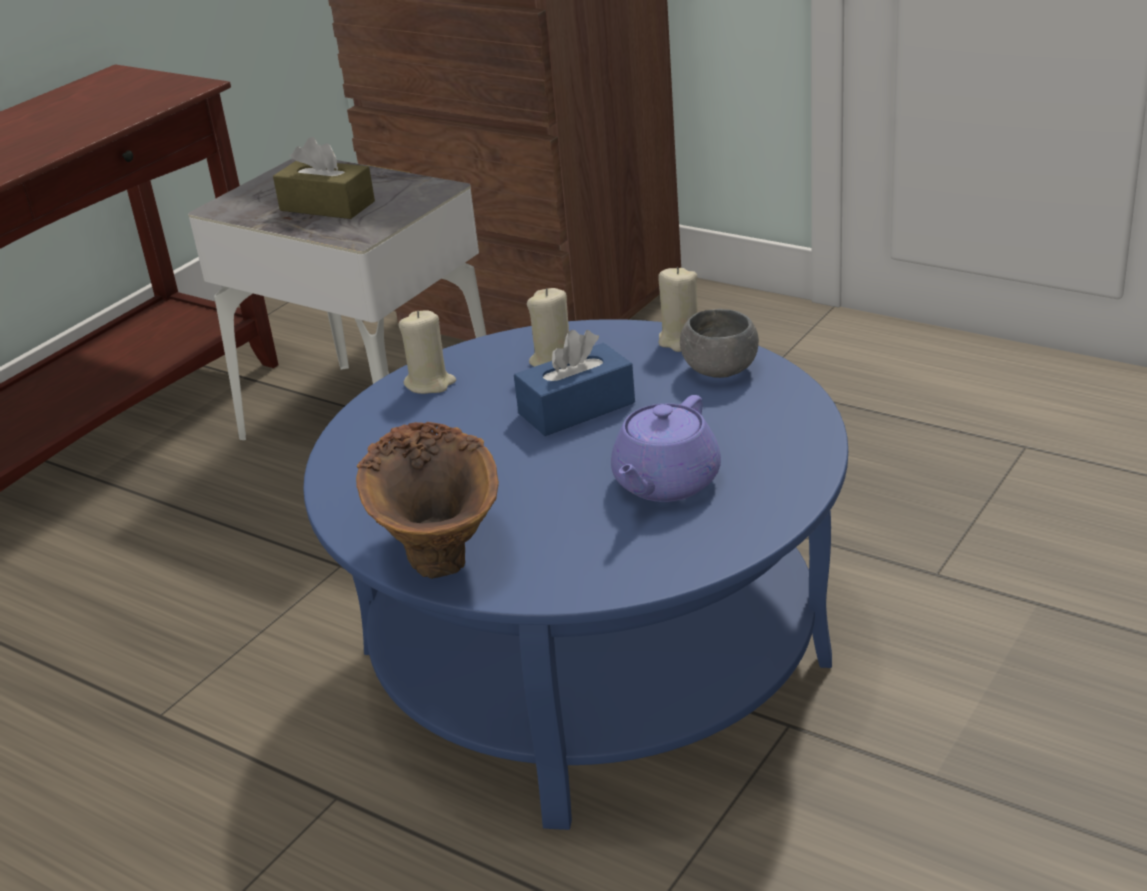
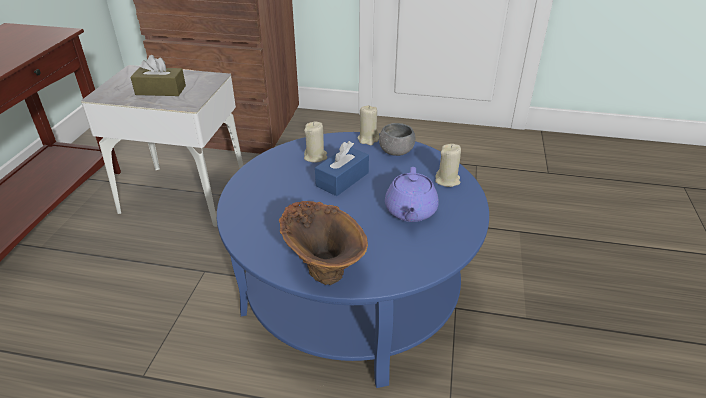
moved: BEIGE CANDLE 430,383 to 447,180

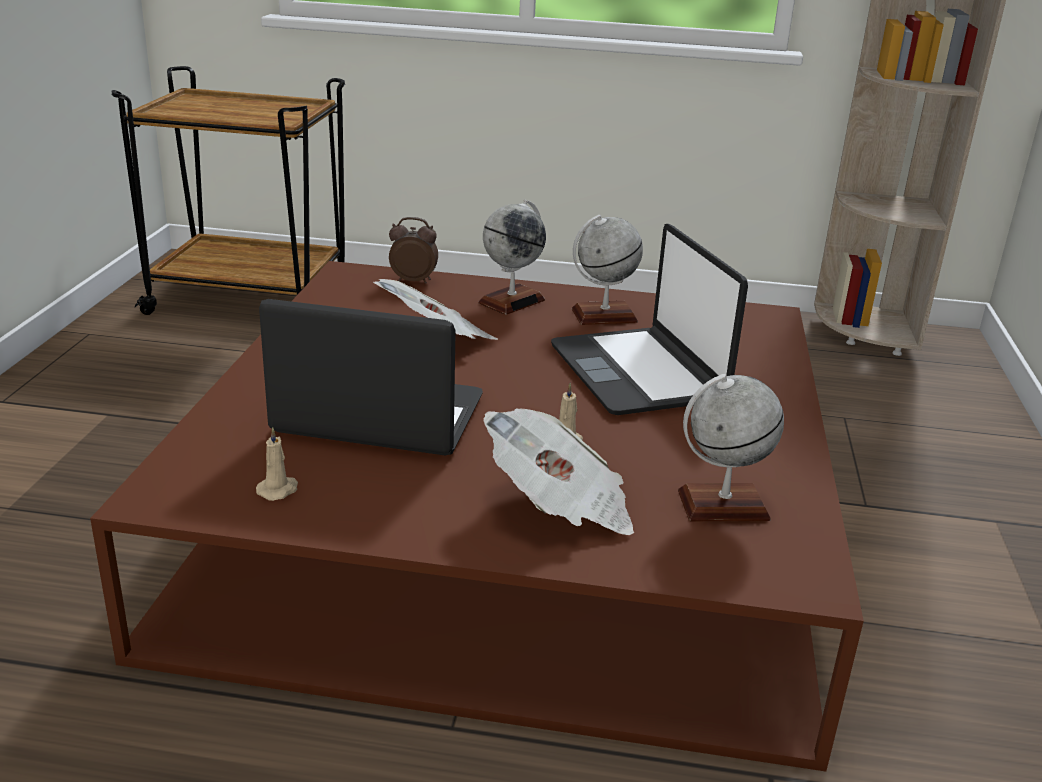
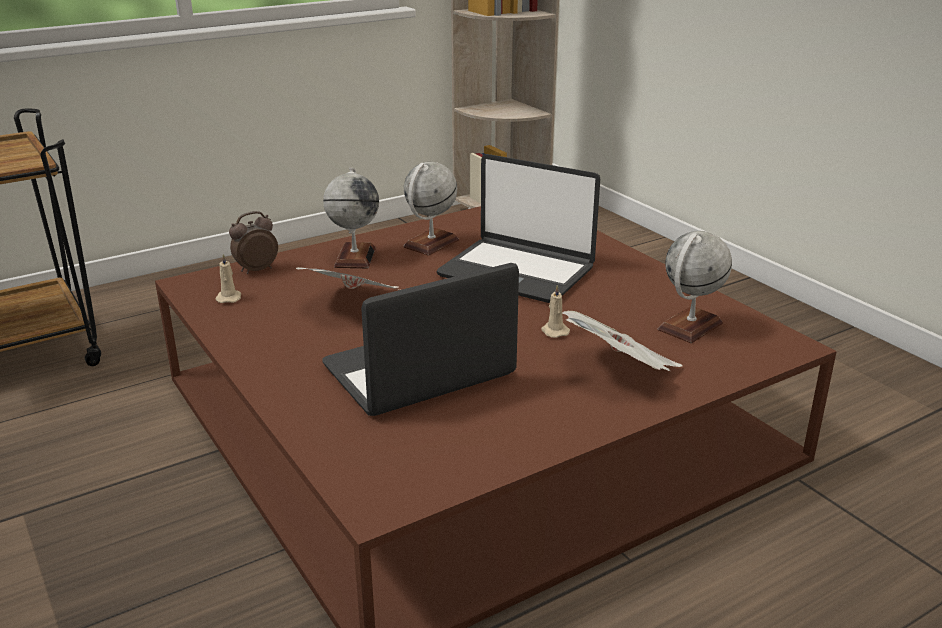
moved: BEIGE CANDLE 279,490 to 229,298

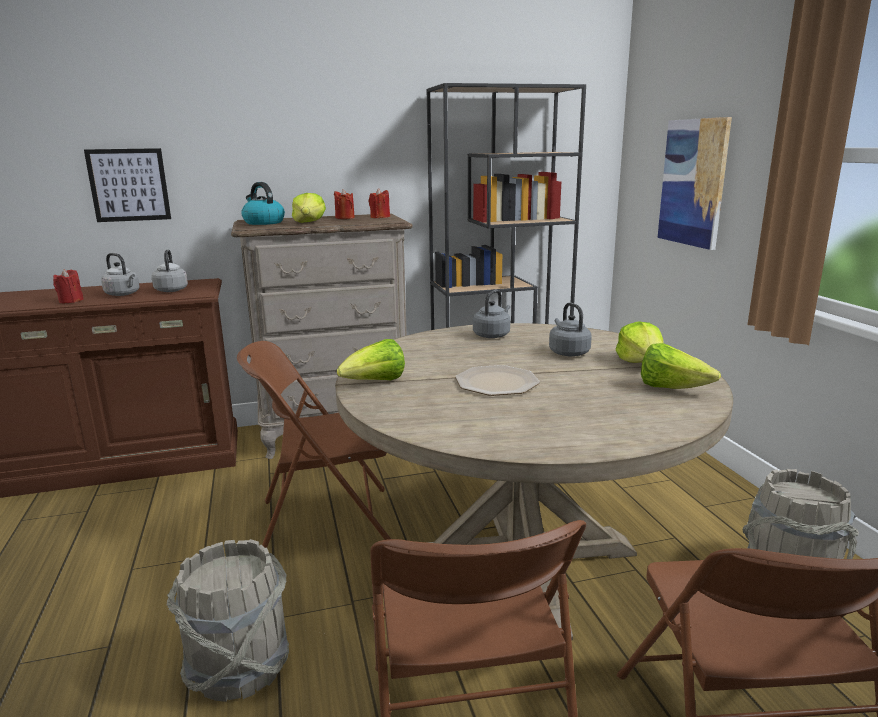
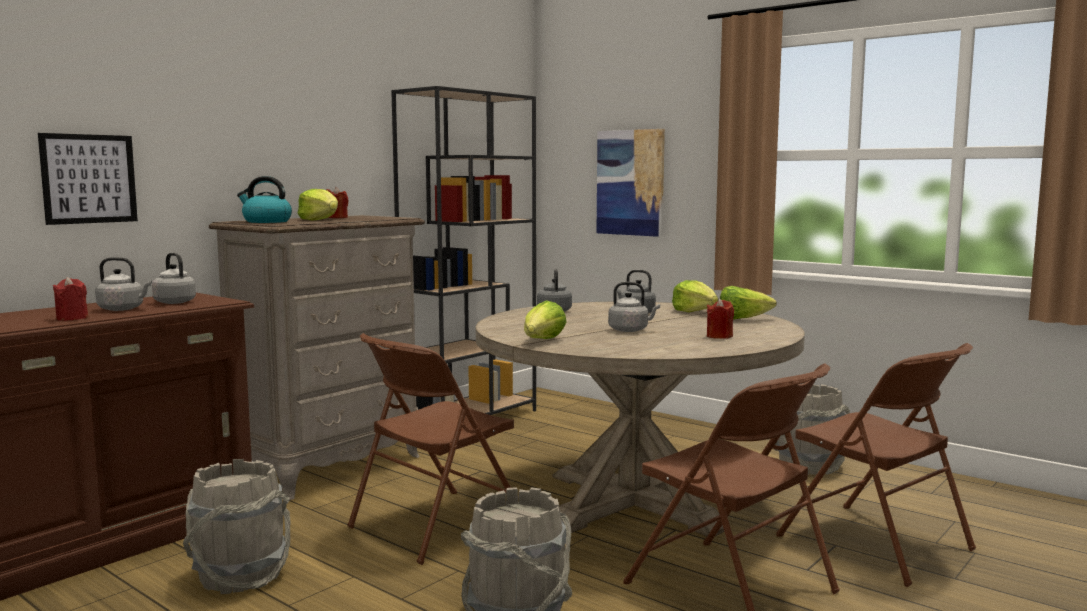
added: GREY BUCKET 241,576
moved: RED CANDLE 380,217 to 719,336
replaced: PLATE 497,382 to GREY KETTLE 630,330

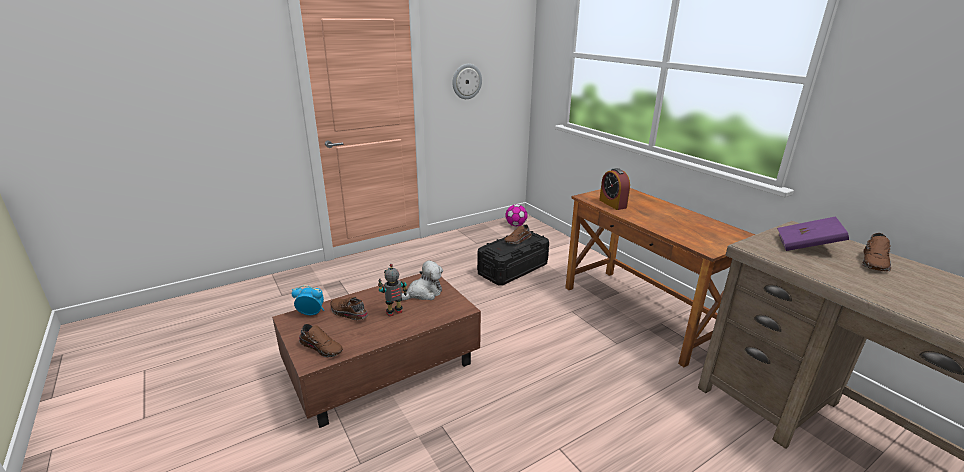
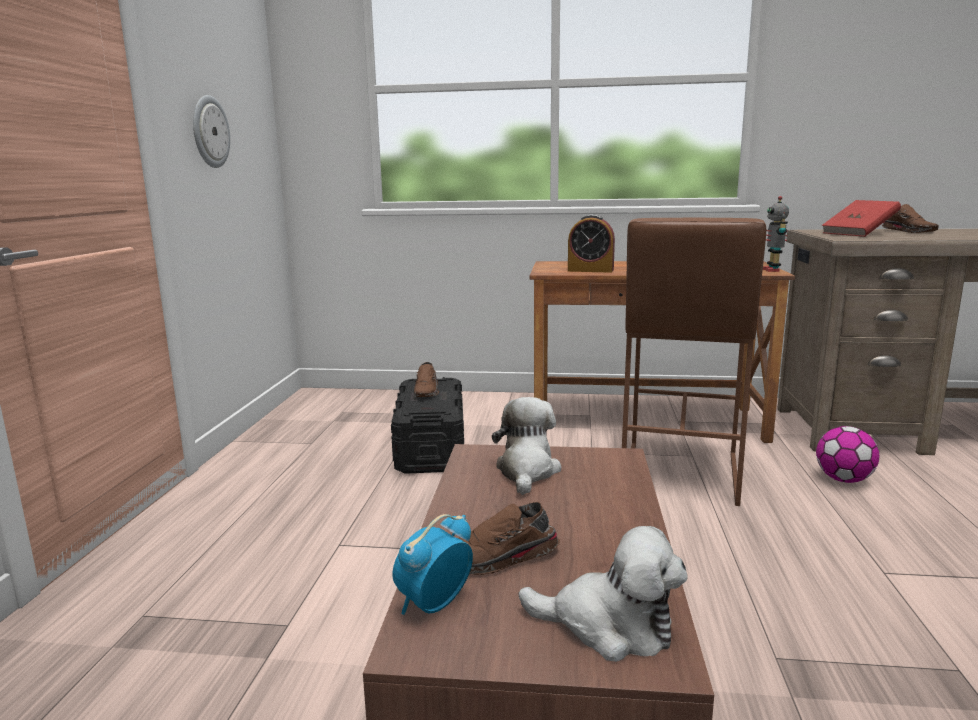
added: BROWN STOOL 680,474
moved: TOY ROBOT 394,313 to 772,270; FOOTBALL 515,225 to 843,480
replaced: BROWN SHOE 322,347 to PLUSH TOY 609,626
recoloured: PURPLE BOOK 806,246 to RED BOOK 859,233

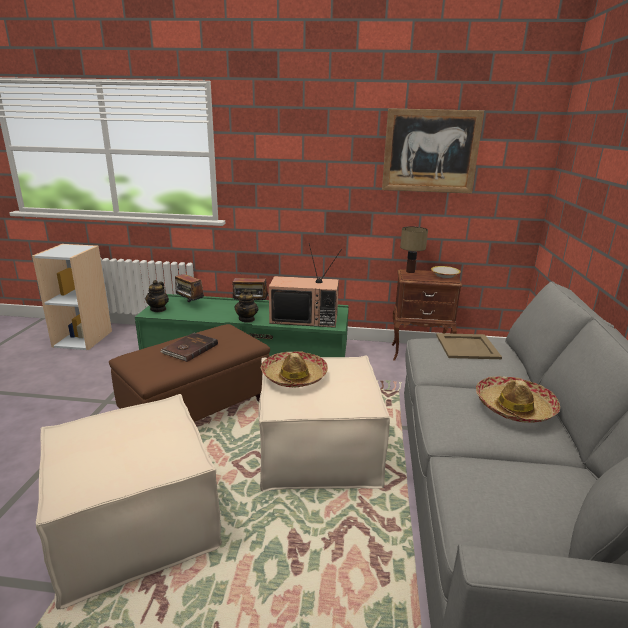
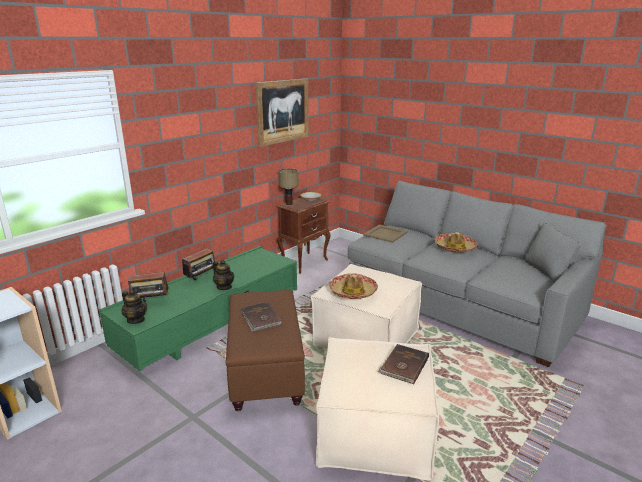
removed: TELEVISION 305,318
added: BROWN BOOK 403,365

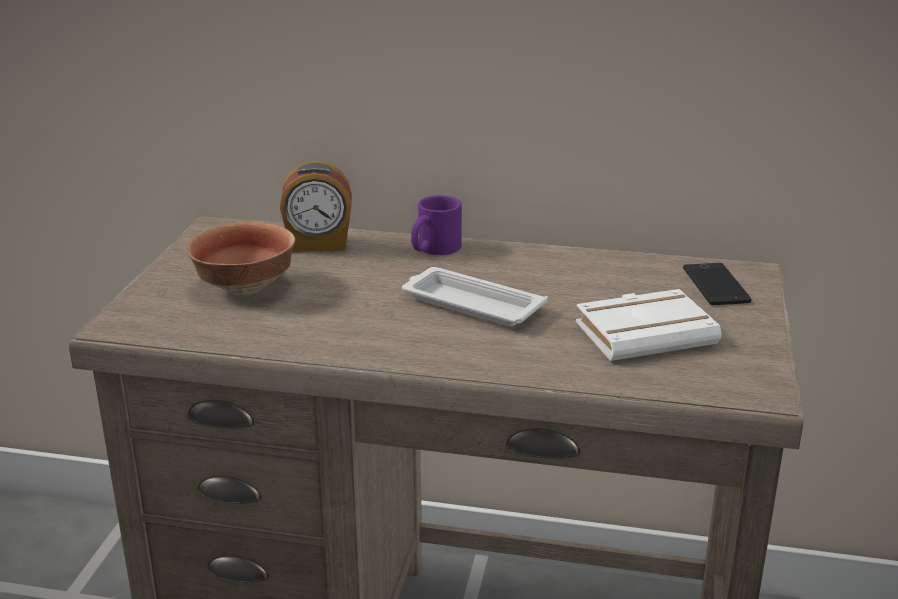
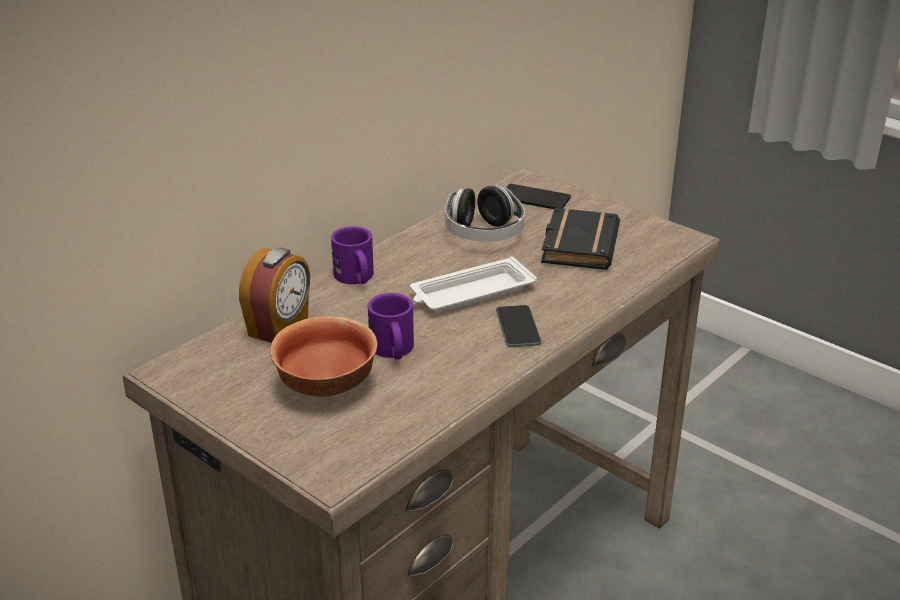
added: PURPLE MUG 393,351; HEADPHONES 484,234; PHONE 518,327
recoloured: WHITE BOOK 646,332 to BLACK BOOK 577,245

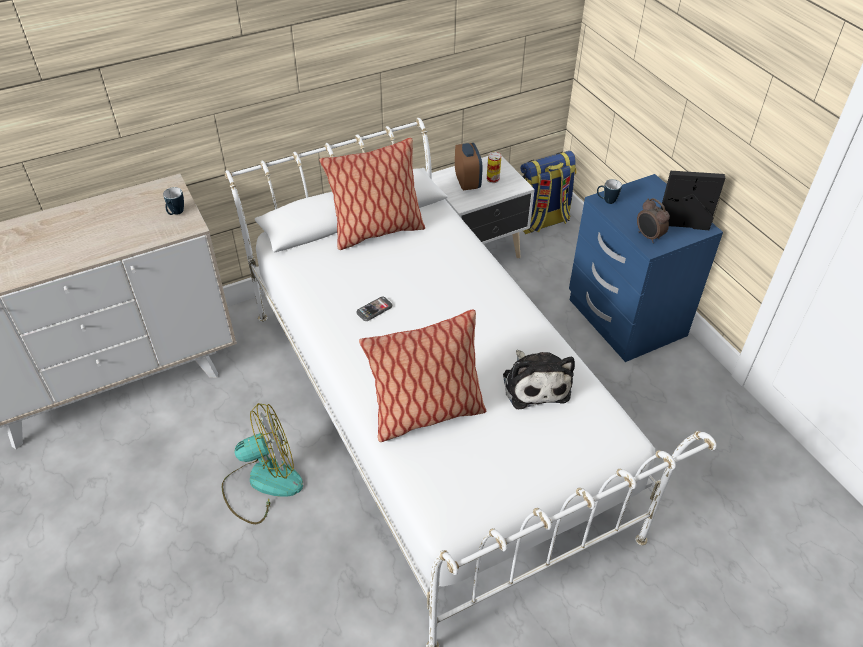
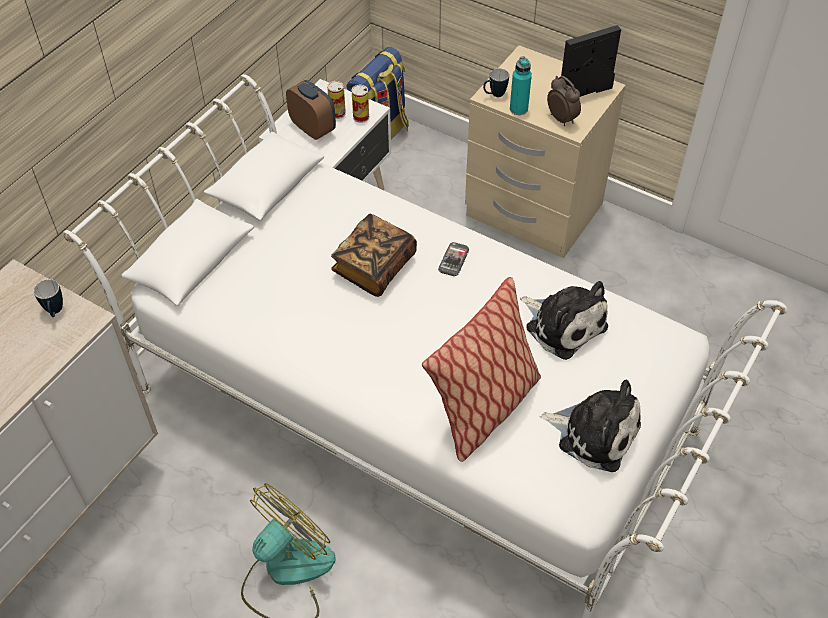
removed: PILLOW 377,231
added: BOOK 374,267; CAN 361,117; TURQUOISE BOTTLE 518,109; PLUSH TOY 594,432
moved: PHONE 374,310 to 453,260
recoloured: BLUE NIGHTSTAND 625,318 to BEIGE NIGHTSTAND 533,212
turned: ALARM CLOCK 648,236 = 562,118 150 degrees counterclockwise

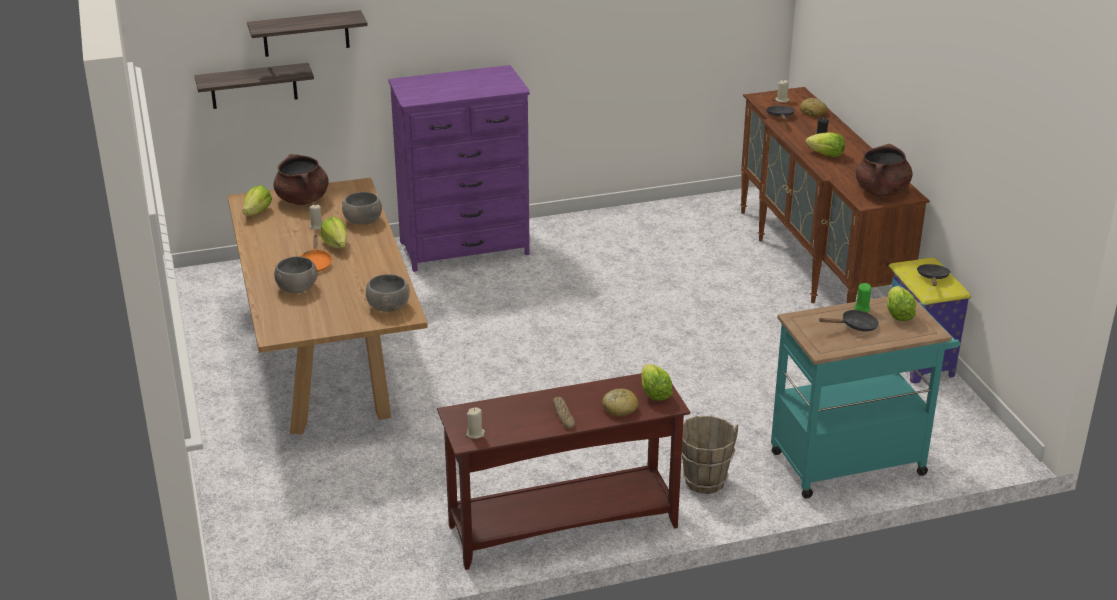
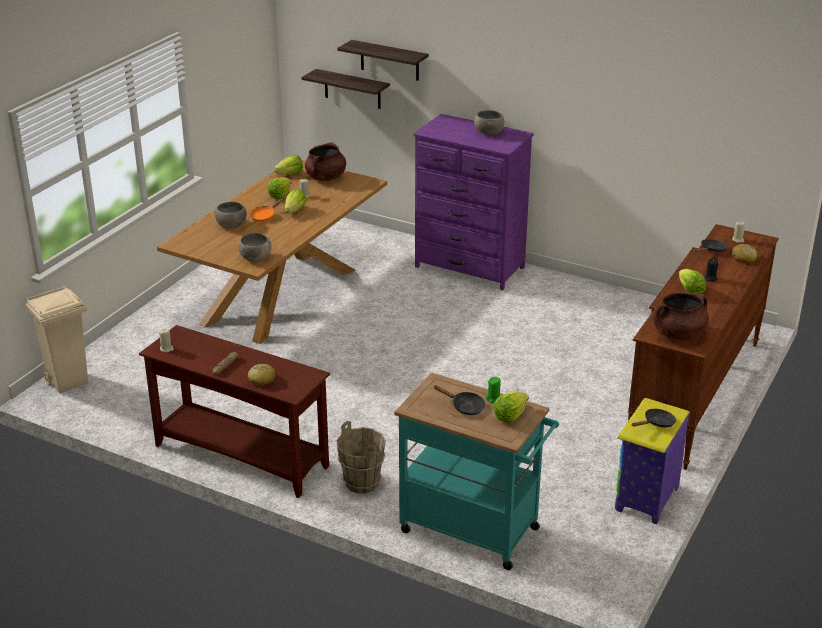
added: BEIGE TRASH CAN 69,382
moved: GREY BOWL 363,221 to 488,132; LETTUCE 654,393 to 280,195

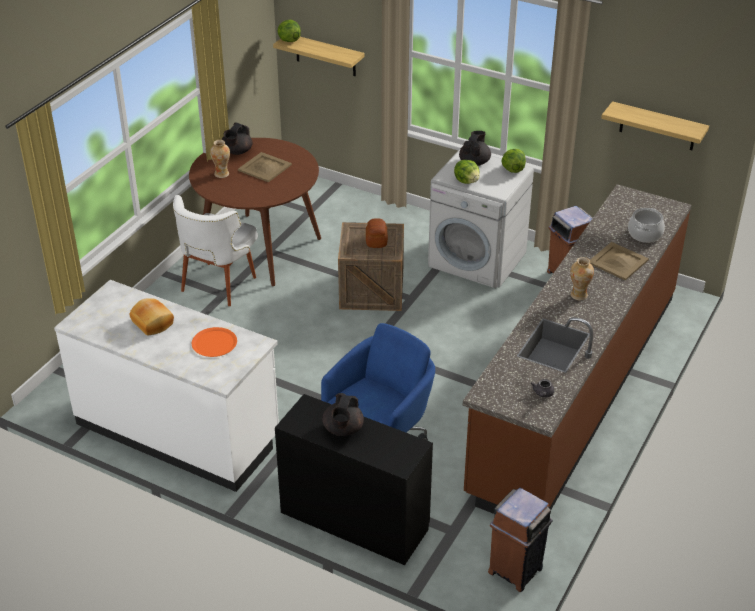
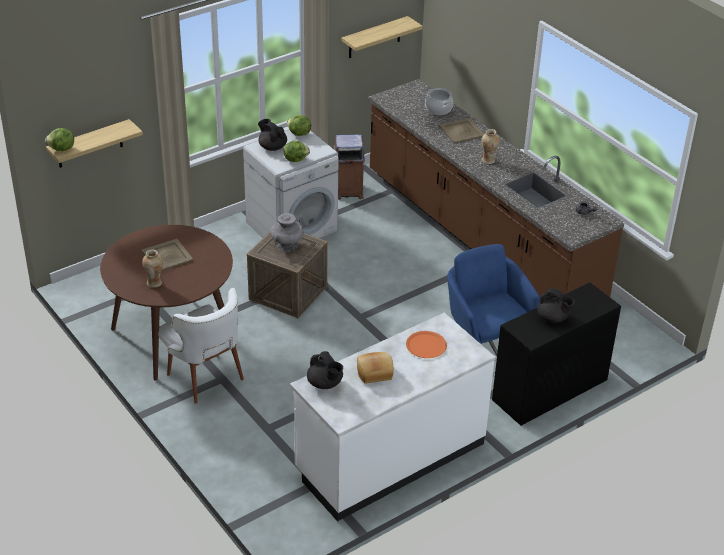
removed: BROWN TRASH CAN 516,569
moved: BLACK TEAPOT 237,152 to 325,383
replaced: BREAD 377,240 to GREY VASE 287,245

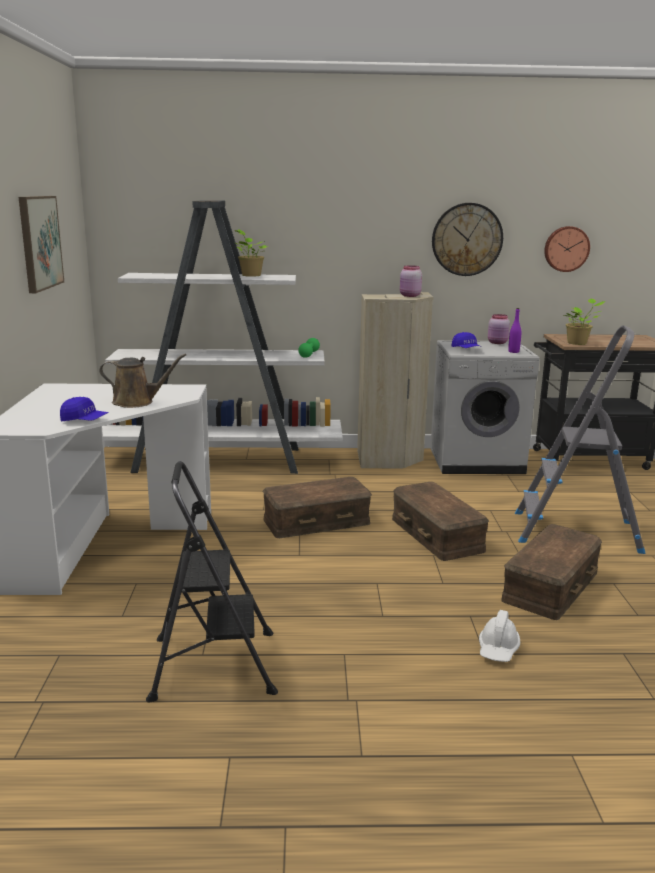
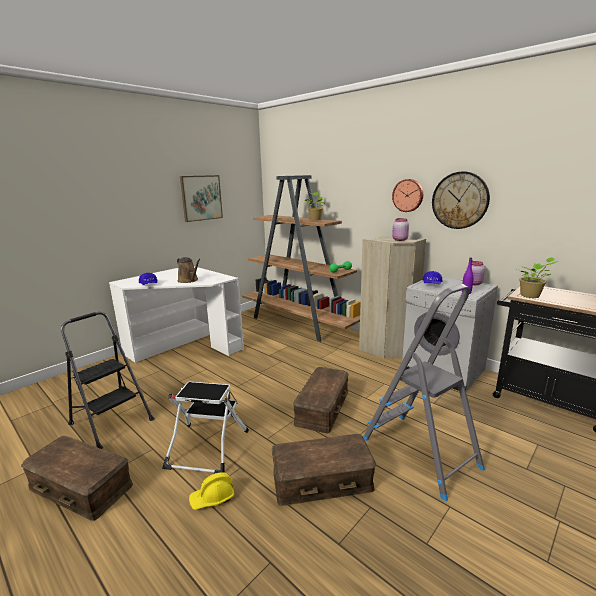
added: STEP LADDER 207,446
moved: BROWN STORAGE BOX 316,521 to 82,486; WALL CLOCK 566,249 to 408,195
recoloured: WHITE BOOKCASE 221,460 to BROWN BOOKCASE 299,323; WHITE HARD HAT 498,649 to YELLOW HARD HAT 212,498

